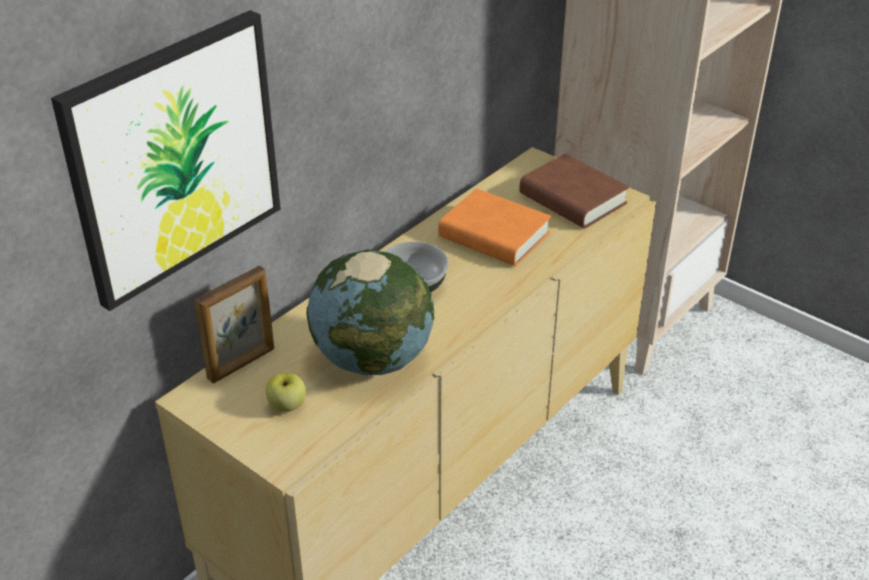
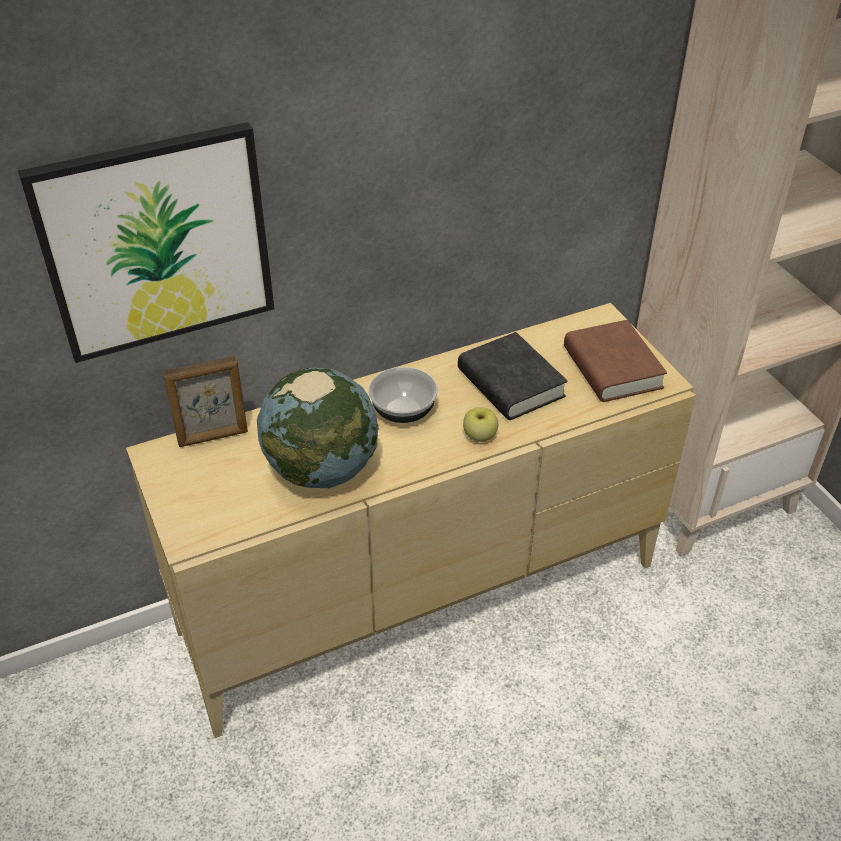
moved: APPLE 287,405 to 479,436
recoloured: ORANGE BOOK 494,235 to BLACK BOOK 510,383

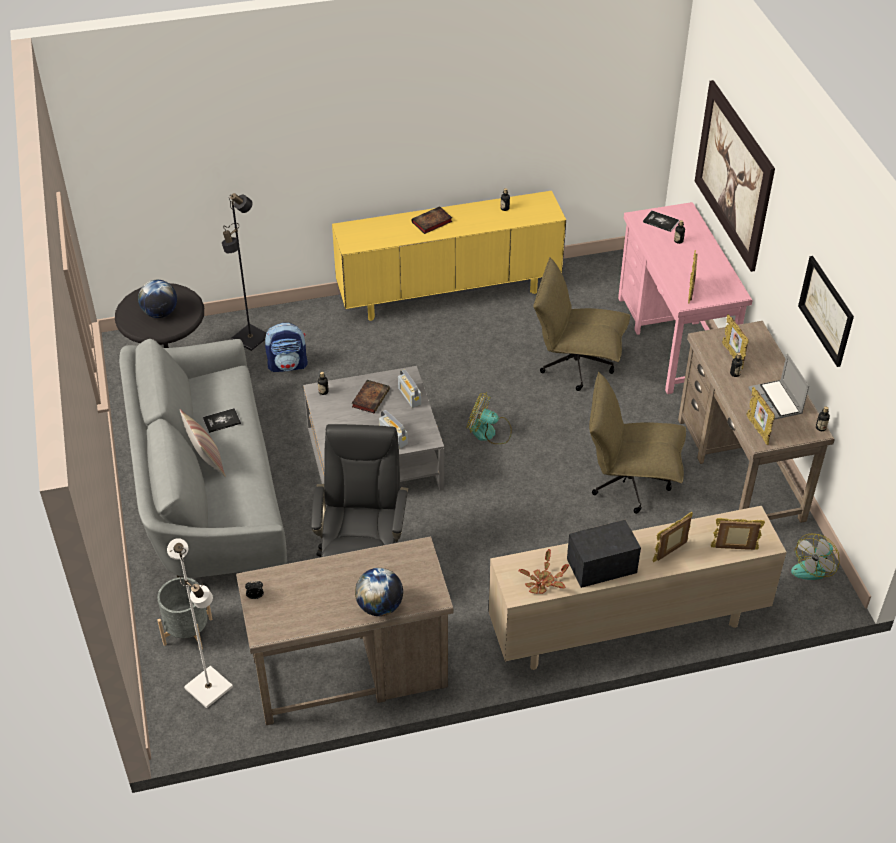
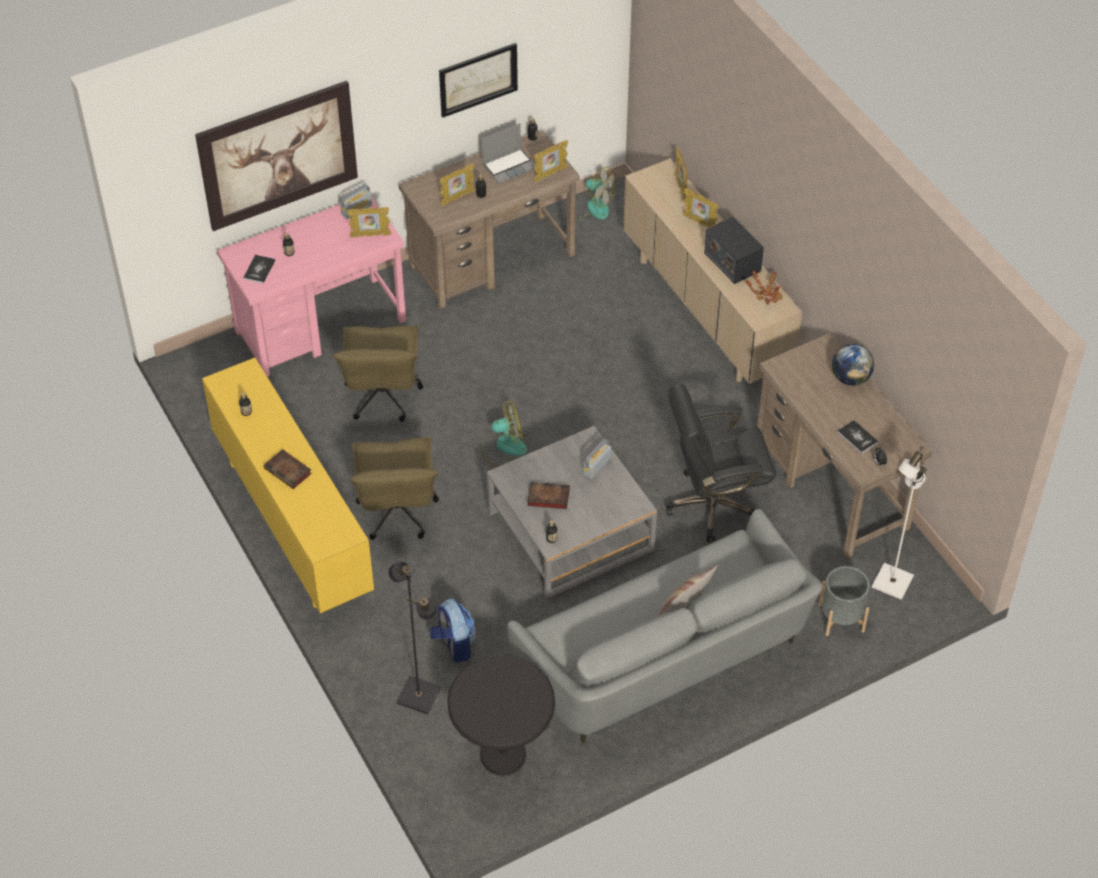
removed: GLOBE 160,313
moved: BOOK 221,421 to 857,437; RADIO 409,396 to 356,210; BEIGE OFFICE CHAIR 630,483 to 397,510
turned: FAN 489,432 = 503,447 105 degrees counterclockwise

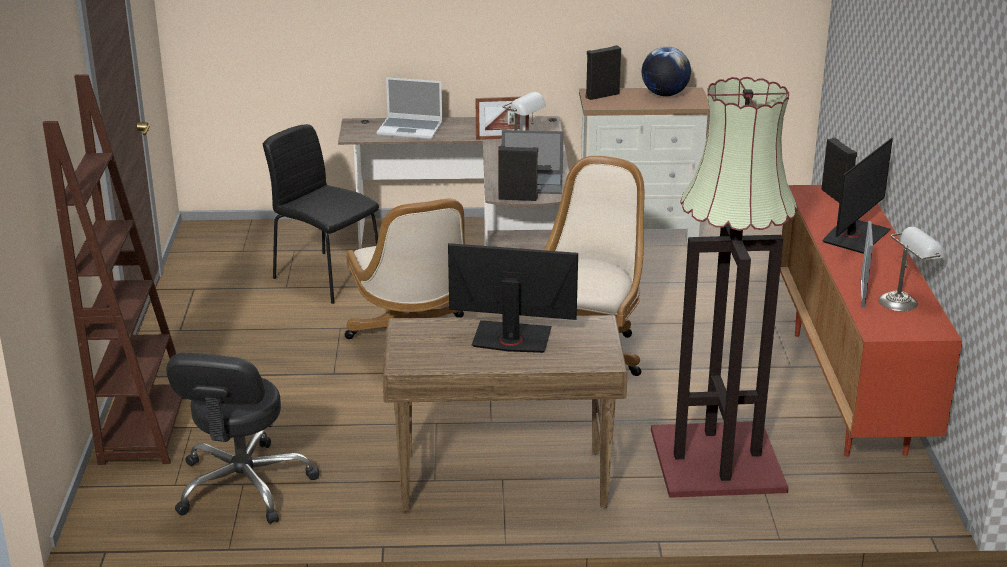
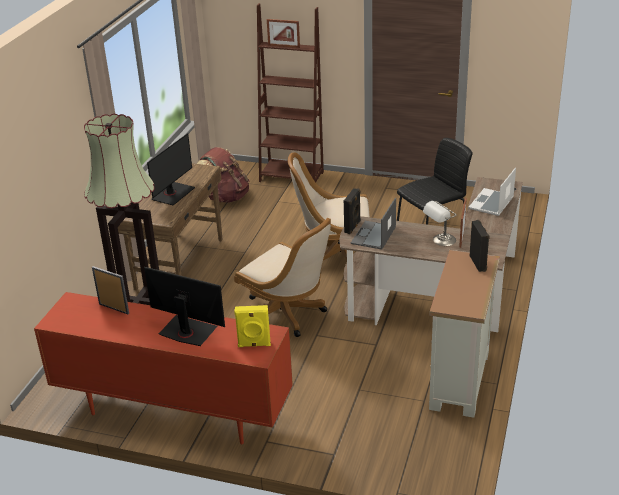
removed: GLOBE 665,94; WHITE TABLE LAMP 904,300
added: PICTURE FRAME 284,46
replaced: BLACK OFFICE CHAIR 242,489 to BROWN BACKPACK 226,197
recoloured: BLACK SPEAKER 837,196 to YELLOW SPEAKER 254,345
turned: MONITOR 855,236 = 187,332 150 degrees clockwise

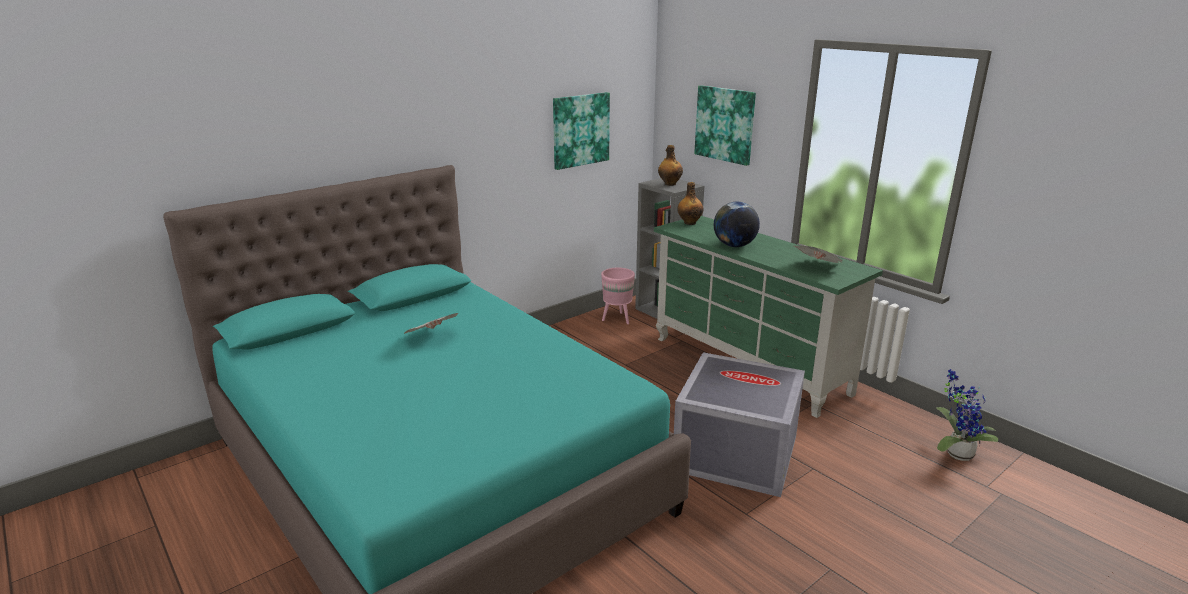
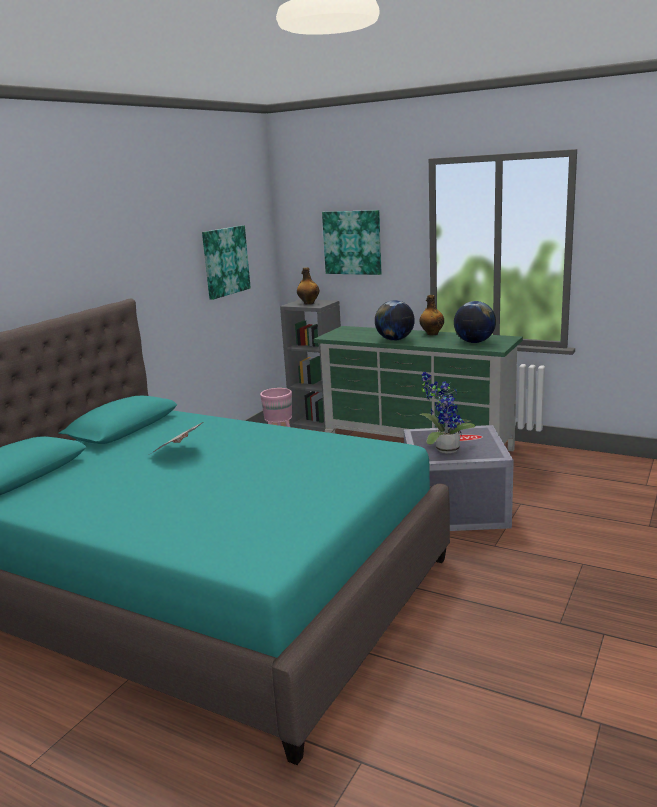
moved: BOTTLE 689,223 to 432,334; POTTED PLANT 956,453 to 444,449
replaced: NEWSPAPER 818,267 to GLOBE 474,342

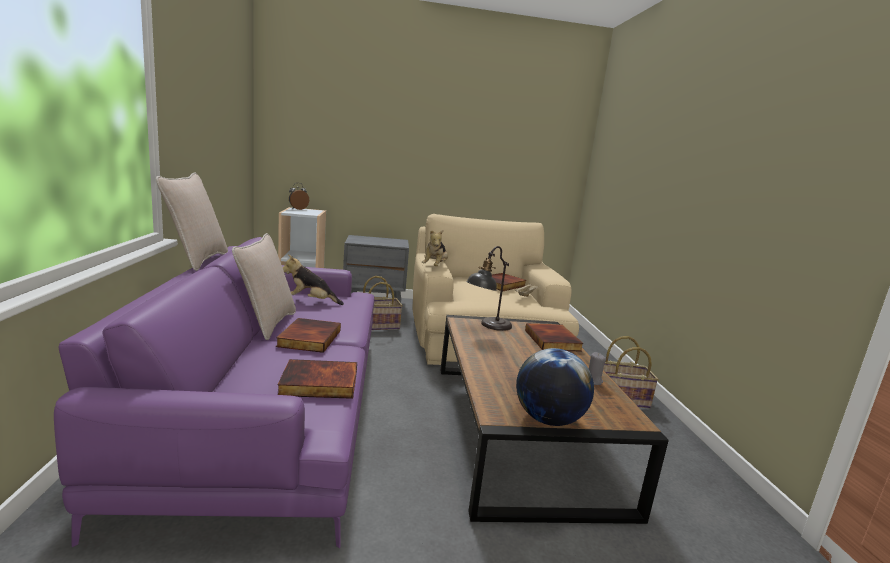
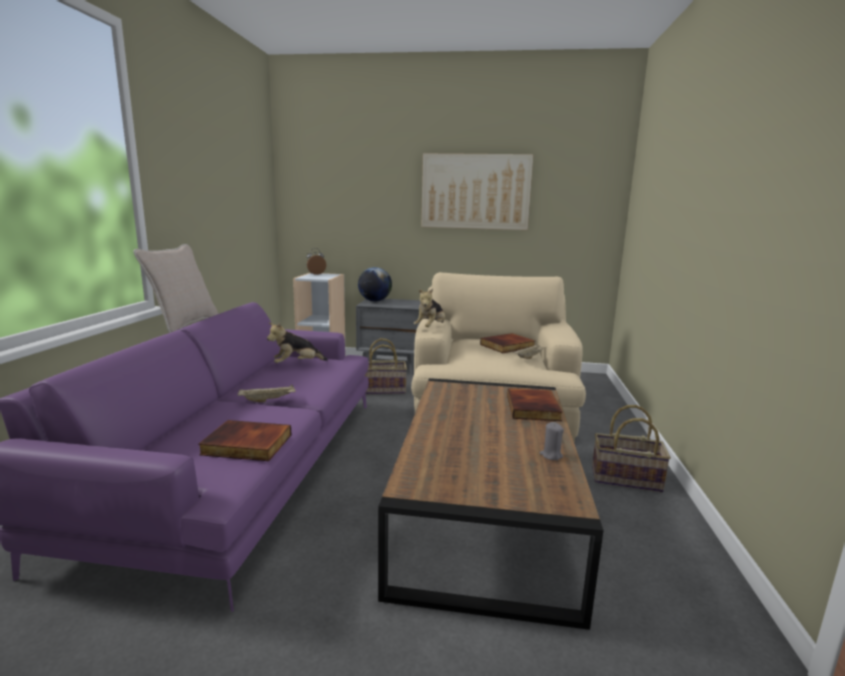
removed: BEIGE PILLOW 267,324; GREY TABLE LAMP 487,327
added: PICTURE 475,192
moved: GLOBE 548,420 to 375,301
replaced: BOOK 308,338 to BEIGE TRAY 268,400
turned: PLUSH TOY 311,301 = 296,364 45 degrees counterclockwise

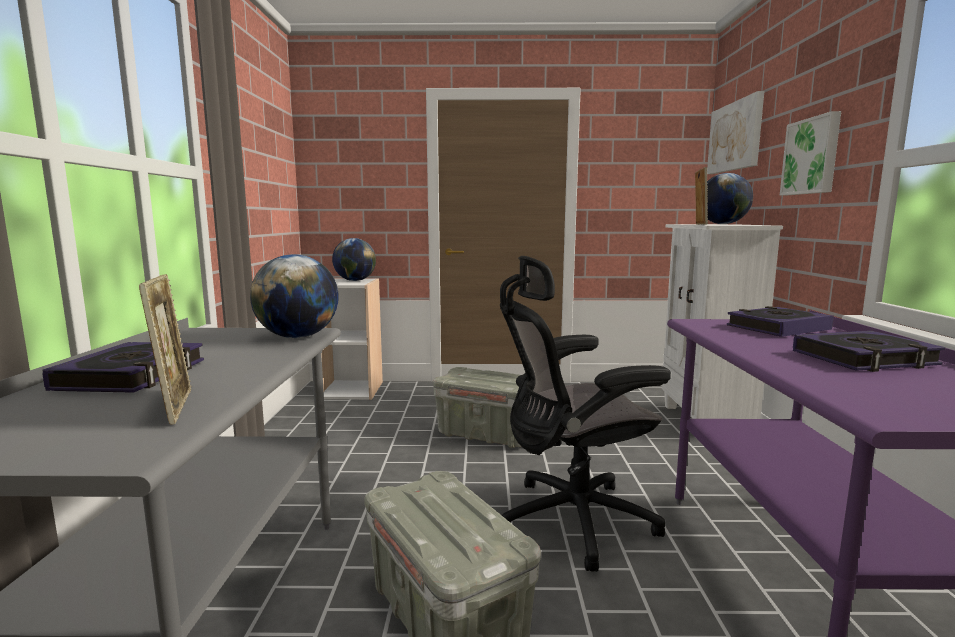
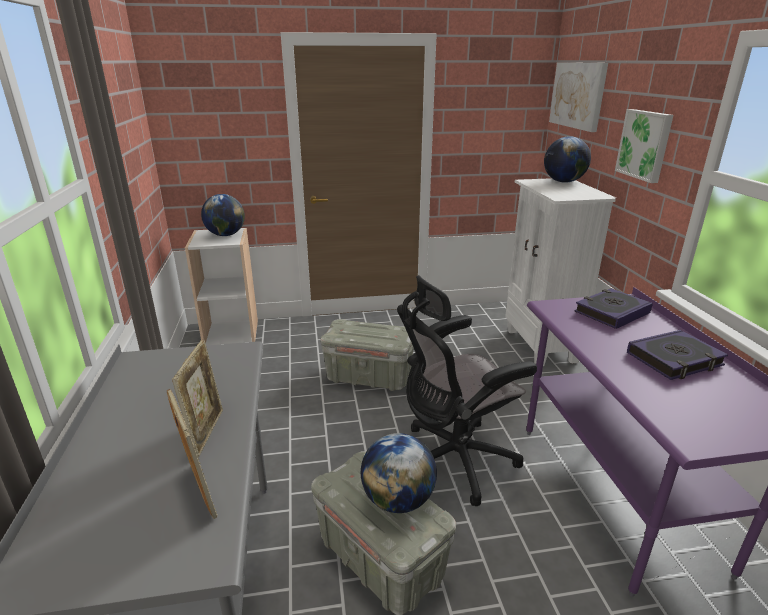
removed: BOOK 133,375
moved: GLOBE 298,337 to 398,500; PICTURE FRAME 699,224 to 207,432

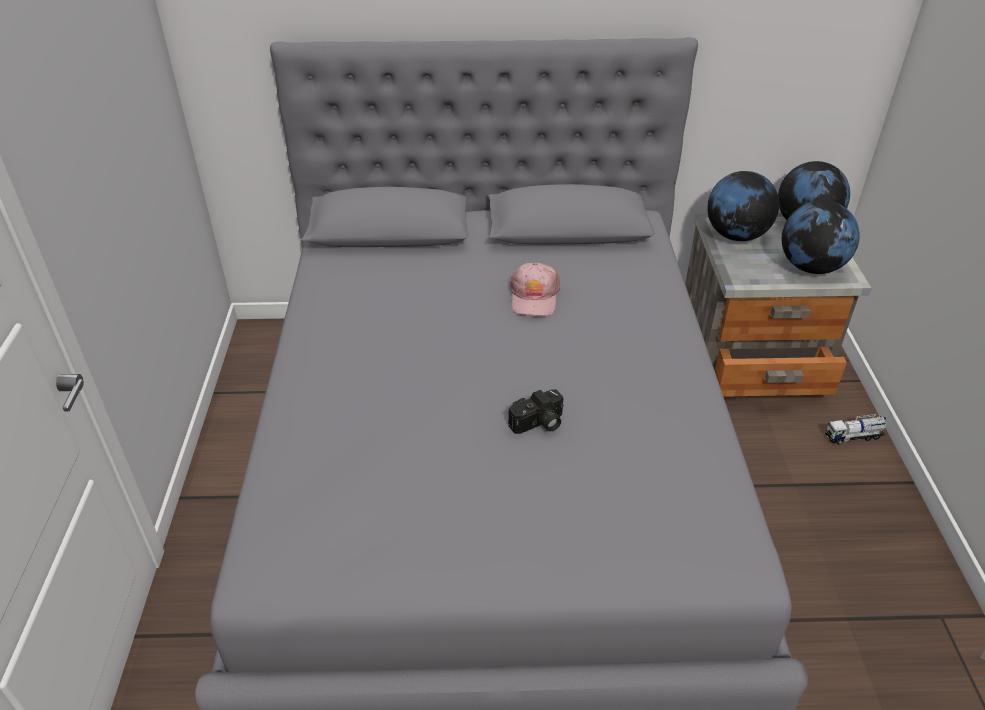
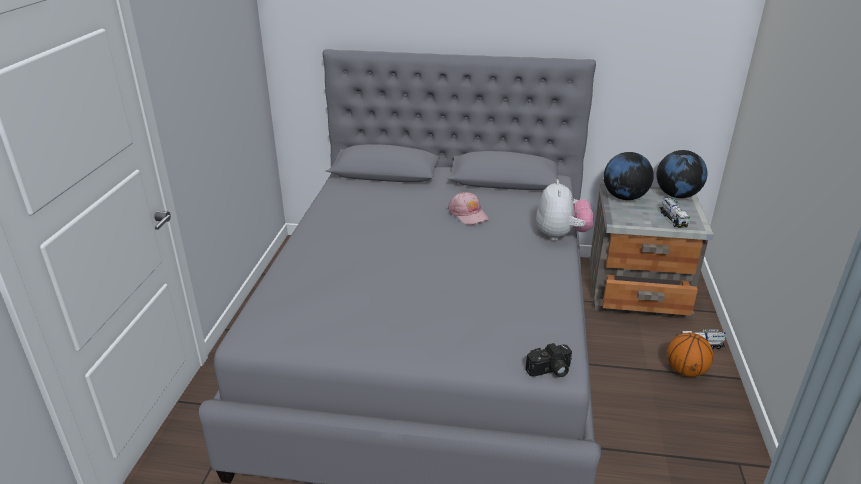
added: PLUSH TOY 561,235; BASKETBALL 685,371
moved: PHOTO CAMERA 538,424 to 550,371
replaced: GLOBE 810,267 to TOY TRUCK 672,219
turned: PINK CAP 534,297 = 468,214 45 degrees counterclockwise

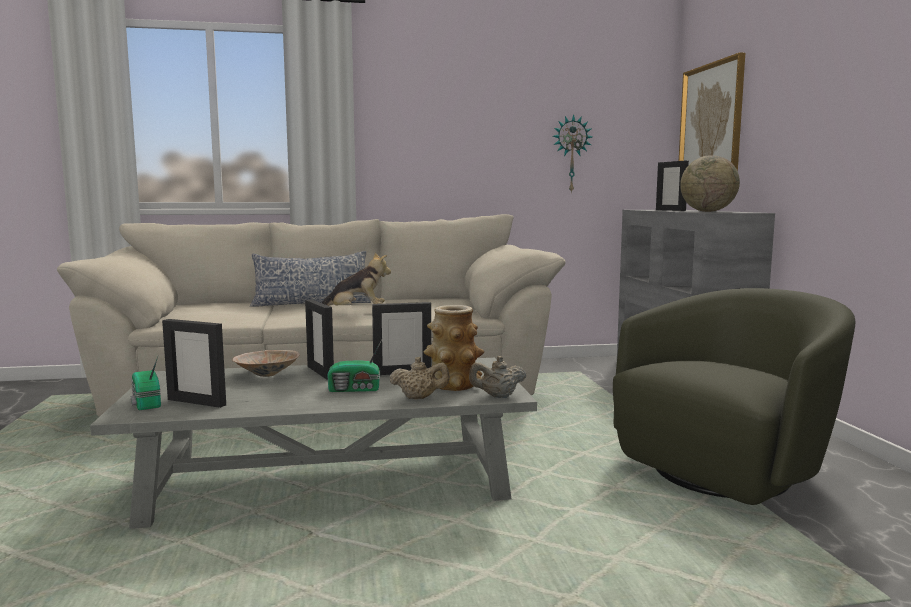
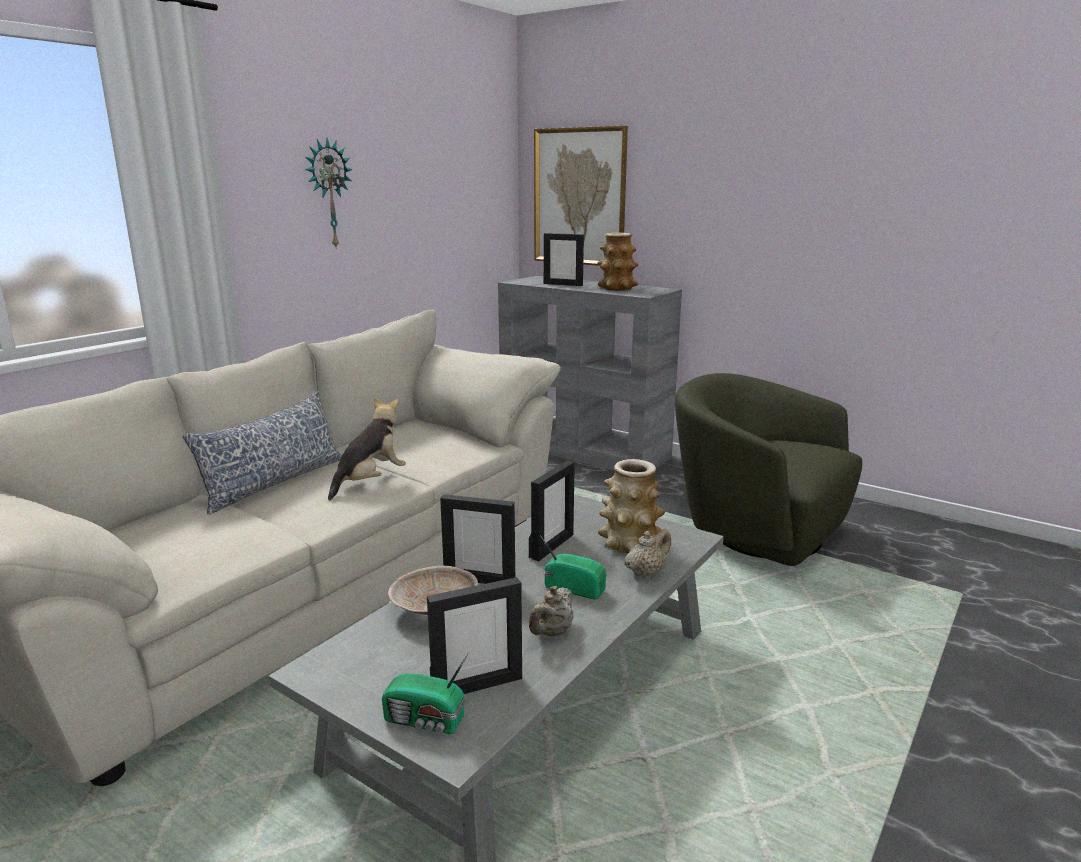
moved: BEIGE TEAPOT 497,396 to 552,632; WALL CLOCK 571,154 to 328,194
replaced: GLOBE 707,211 to VASE 617,288
turned: RADIO 356,389 = 573,588 105 degrees counterclockwise; GREEN ARMCHAIR 727,469 = 756,532 60 degrees counterclockwise

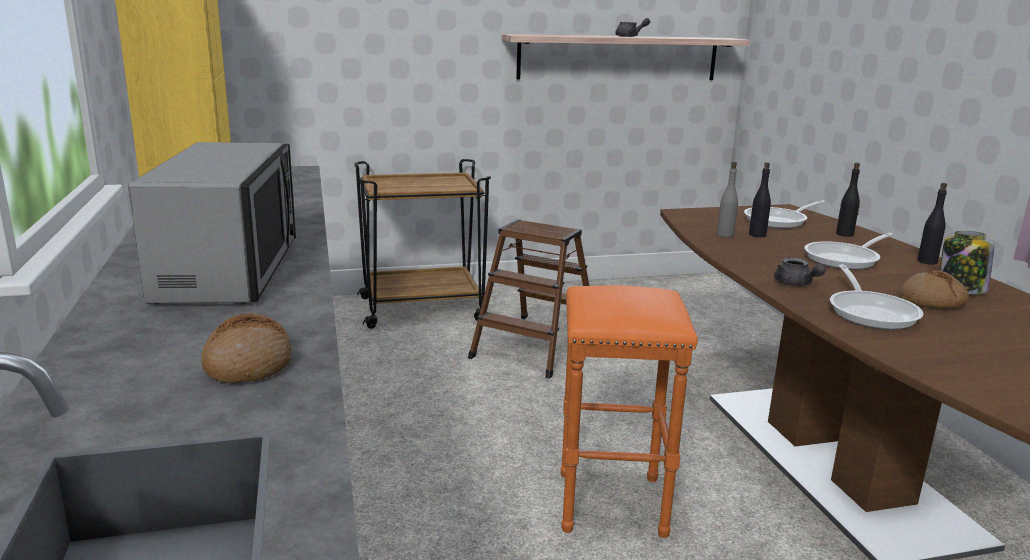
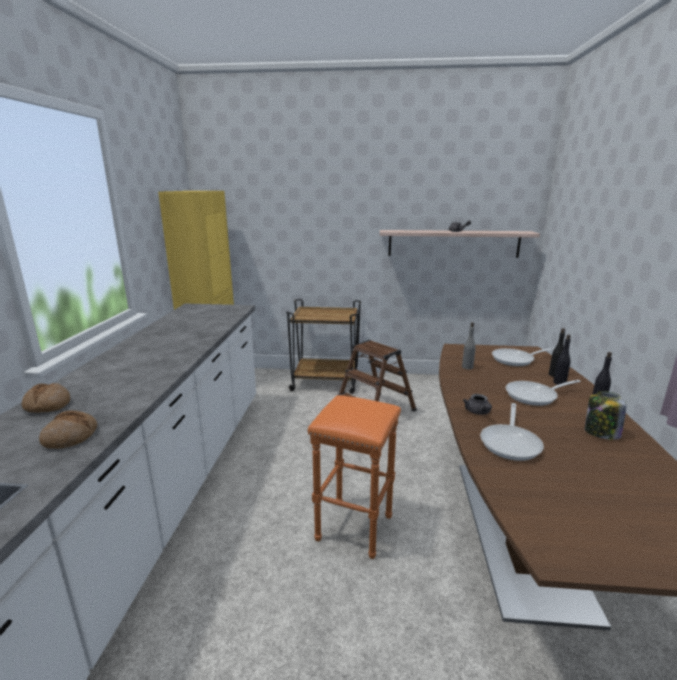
removed: MICROWAVE 231,269
moved: BLACK BOTTLE 757,235 to 559,382; BREAD 932,302 to 47,405

